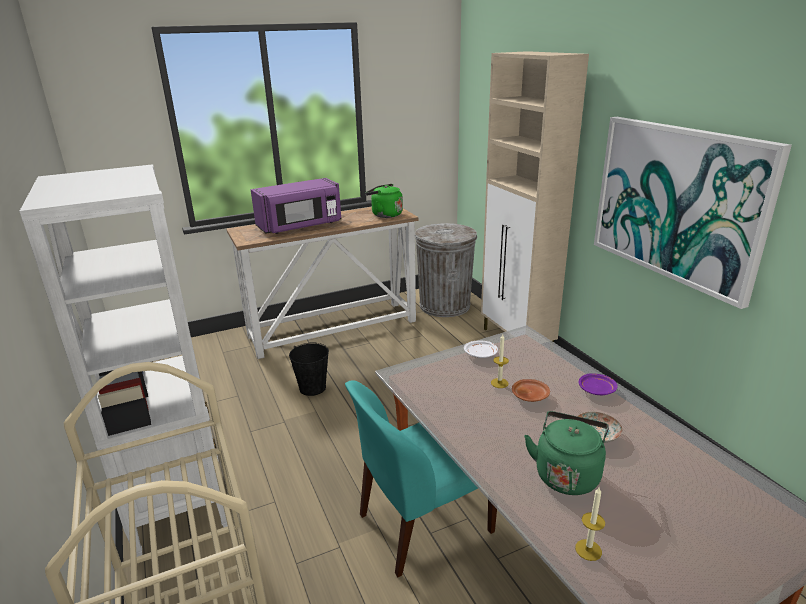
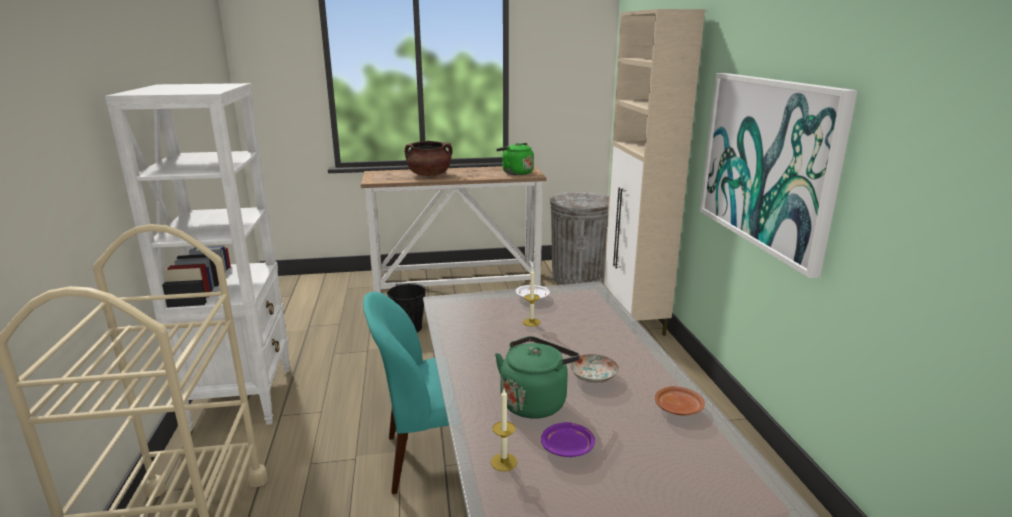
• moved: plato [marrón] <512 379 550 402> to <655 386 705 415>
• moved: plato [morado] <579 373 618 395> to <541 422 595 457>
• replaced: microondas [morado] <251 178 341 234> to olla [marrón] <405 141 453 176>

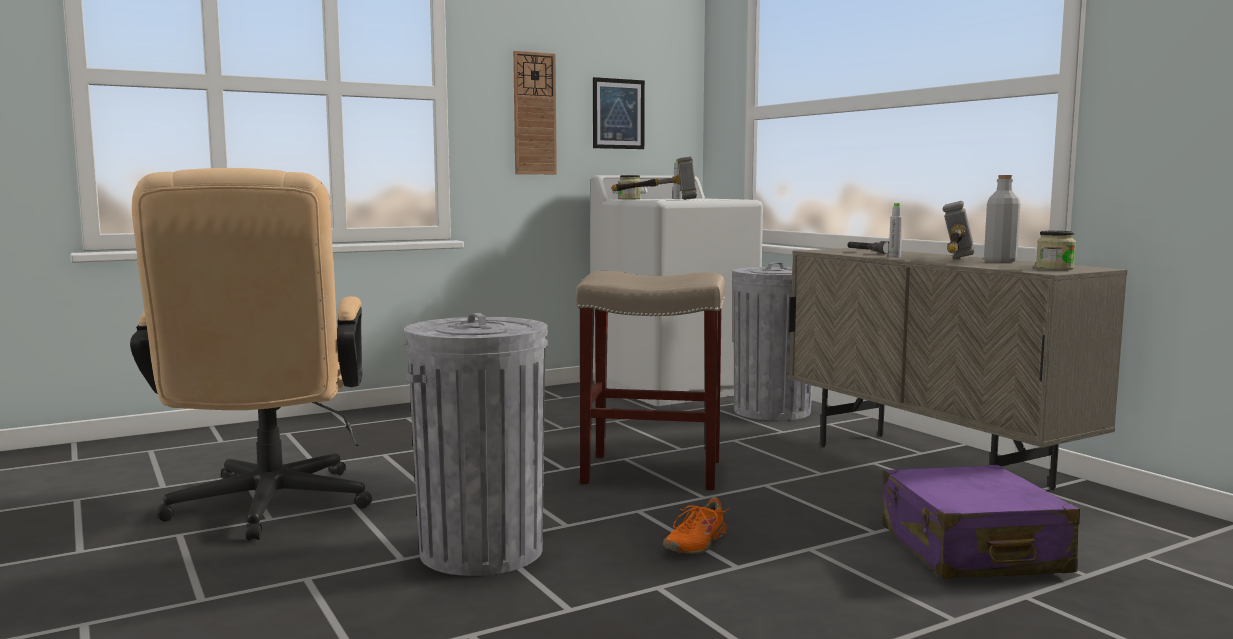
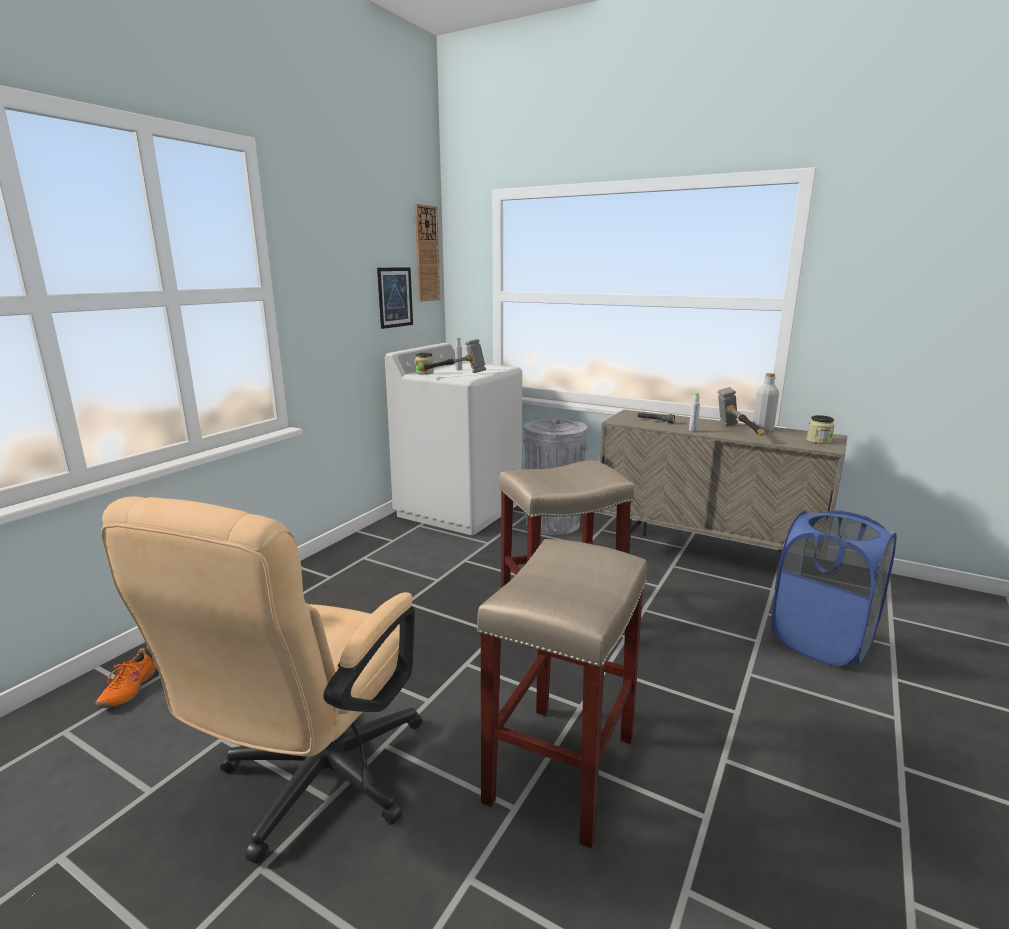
• moved: reloj de pared <513 51 557 174> to <415 204 440 302>
• moved: zapato [naranja] <663 497 731 554> to <96 648 156 708>
• replaced: papelera [gris] <405 313 548 576> to taburete [beis] <477 539 647 848>
• replaced: maleta [morado] <883 465 1080 579> to cesto de la ropa [azul] <771 510 897 666>
• turned: silla de oficina [beis] <130 168 372 541> = <101 496 423 864> 60 degrees clockwise

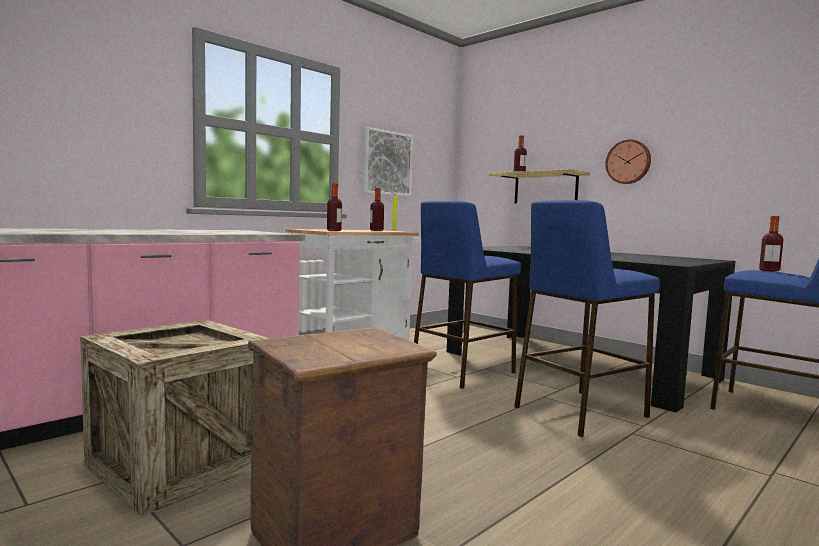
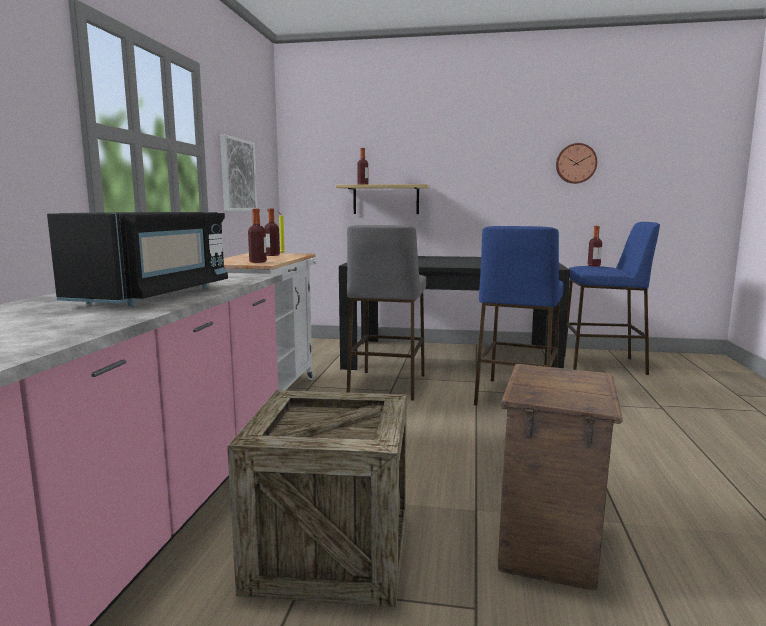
• added: microondas [negro] <47 212 228 306>
• moved: reloj de pared <605 139 651 184> to <556 143 597 184>
• recoloured: taburete [azul] <414 201 521 389> to taburete [gris] <347 225 426 401>

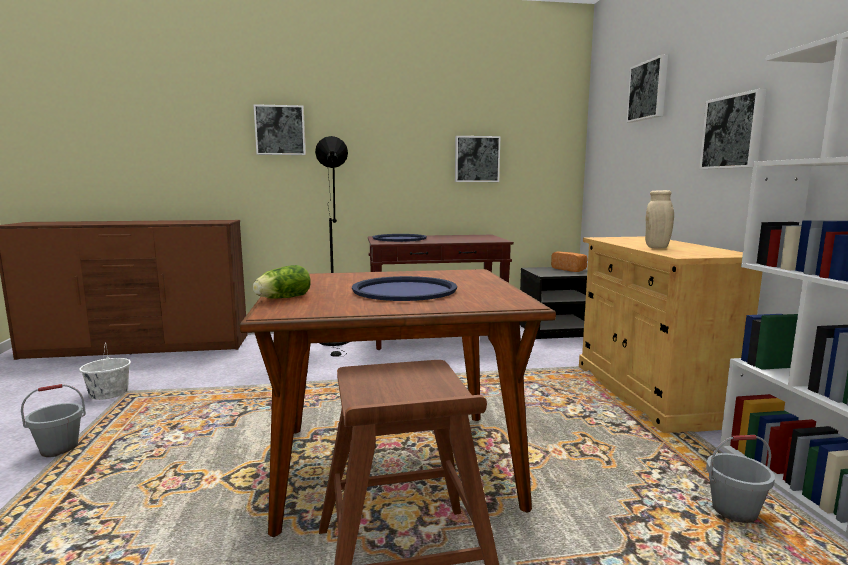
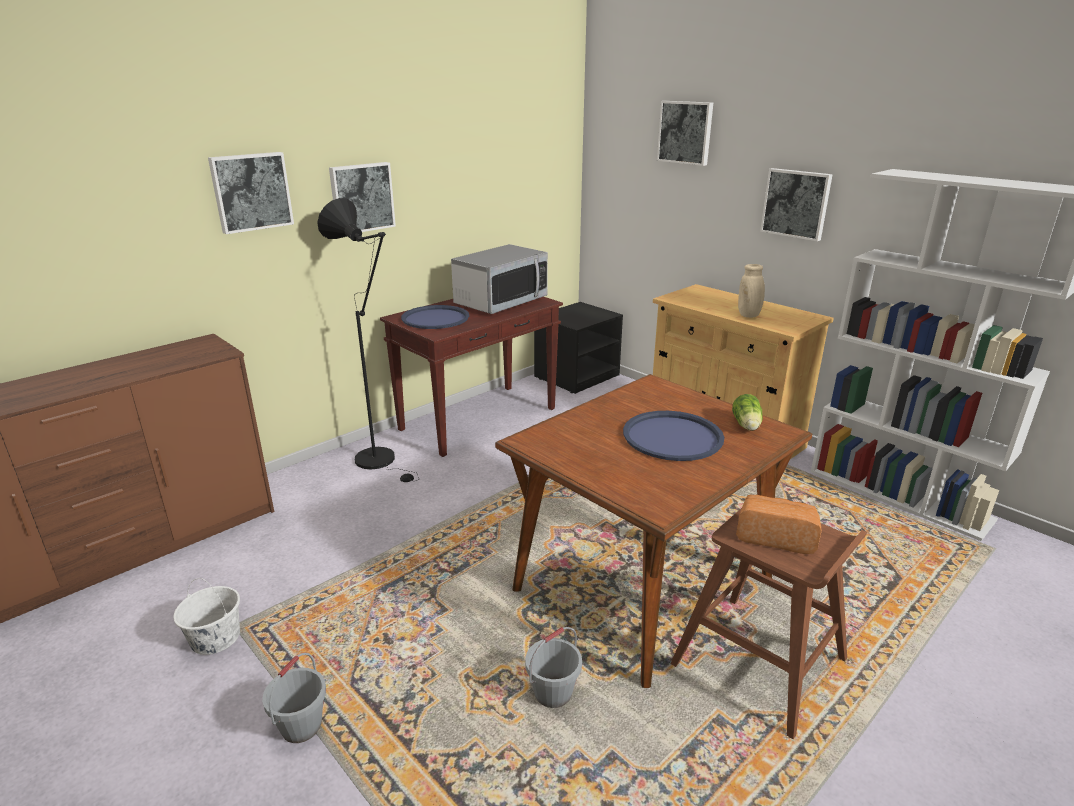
• added: microondas <451 244 548 314>
• moved: lechuga <253 265 311 299> to <732 394 763 431>
• moved: cuadro <455 136 501 182> to <329 162 396 232>
• moved: pan <551 252 587 272> to <736 494 822 554>
• moved: cubo [gris] <706 435 775 523> to <525 627 582 708>

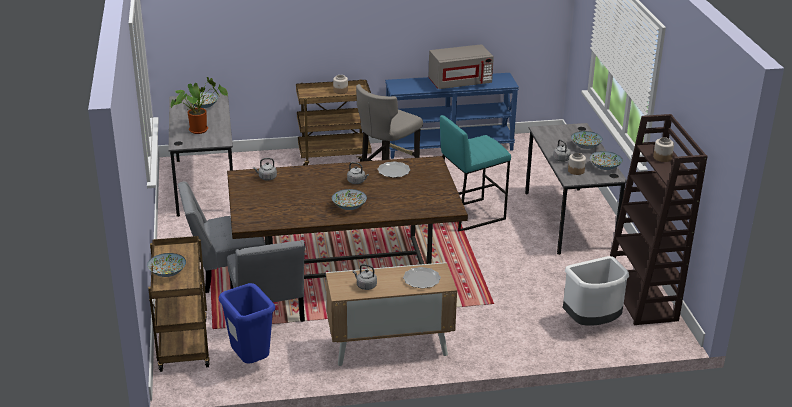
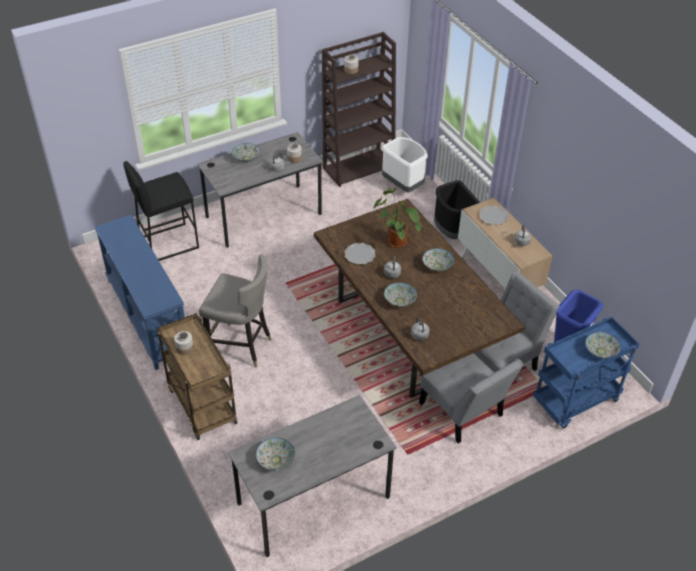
• removed: microondas [gris] <428 44 494 89>
• removed: taburete [turquesa] <440 115 511 231>
• added: taburete [negro] <123 161 199 261>
• added: papelera [negro] <434 180 480 239>
• moved: planta en maceta <171 77 228 134> to <373 188 421 248>
• moved: cuenco <590 151 623 170> to <384 282 417 307>
• recoloured: carrito [marrón] <148 236 210 372> to carrito [azul] <533 317 639 428>

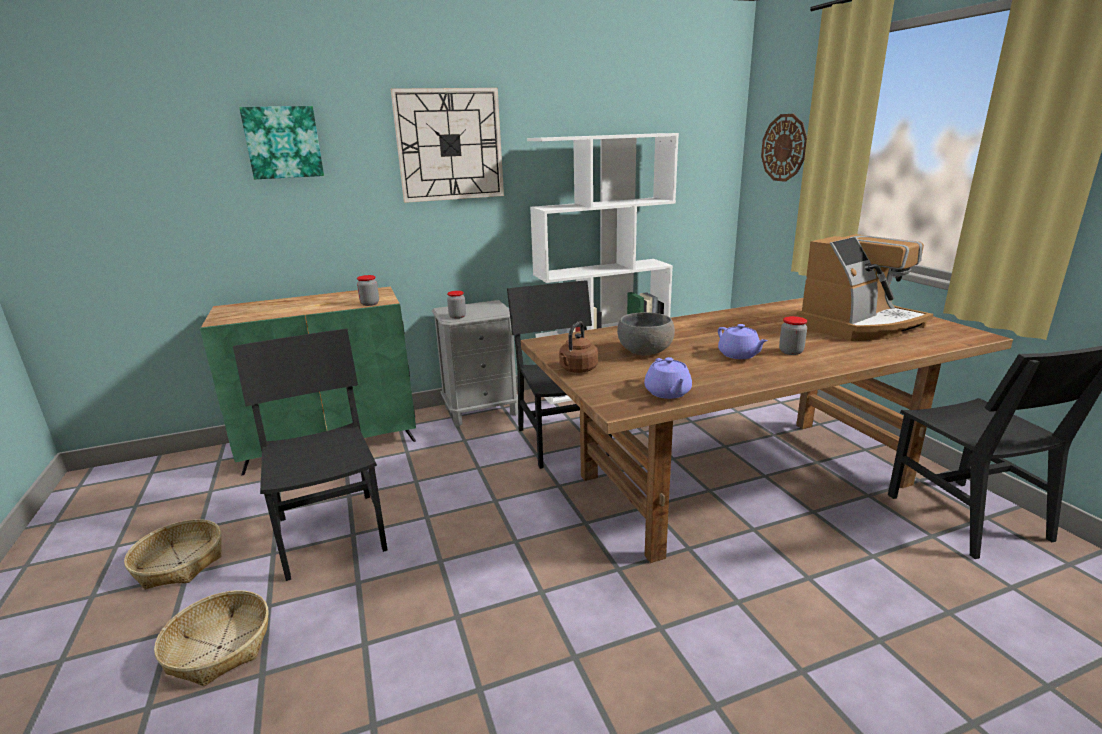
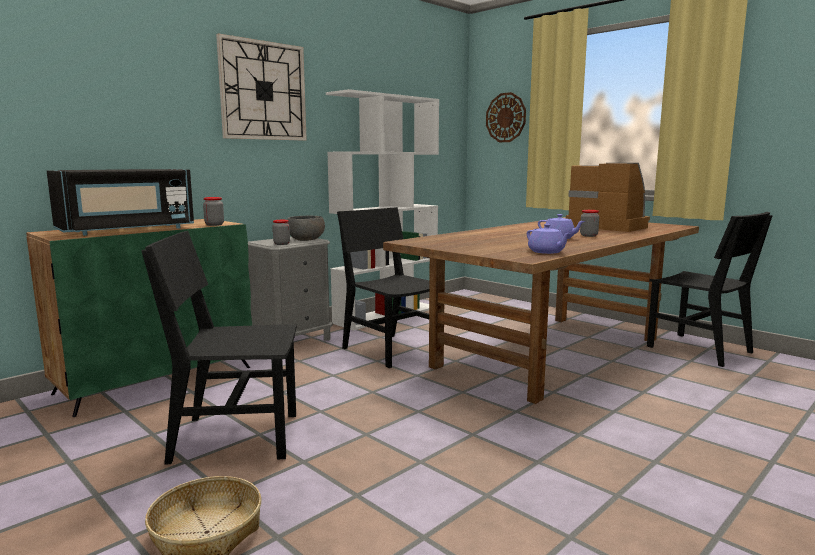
• removed: cesta <124 519 221 589>
• removed: cuadro <239 106 324 179>
• removed: hervidor [marrón] <559 321 598 373>
• added: microondas [negro] <47 169 194 236>
• moved: cuenco [gris] <617 312 675 355> to <287 216 325 241>
• turned: silla [negro] <233 328 388 581> = <141 231 296 465> 45 degrees counterclockwise
• turned: cafetera <796 234 933 341> = <566 163 650 232> 75 degrees counterclockwise

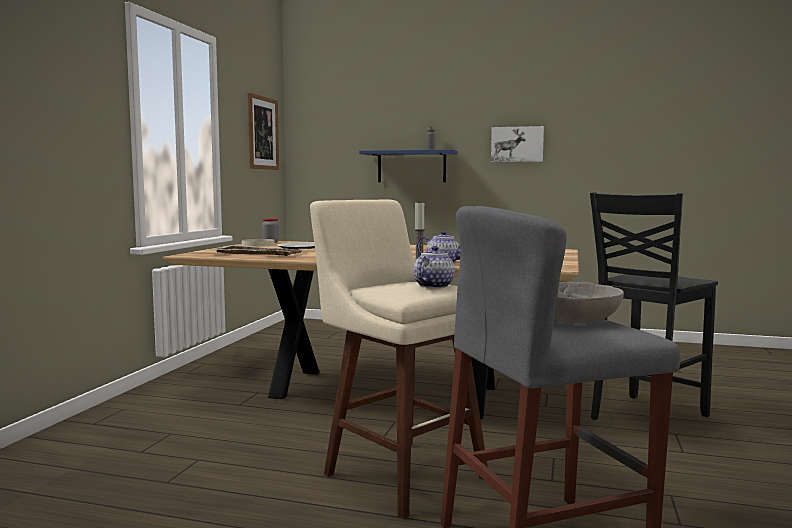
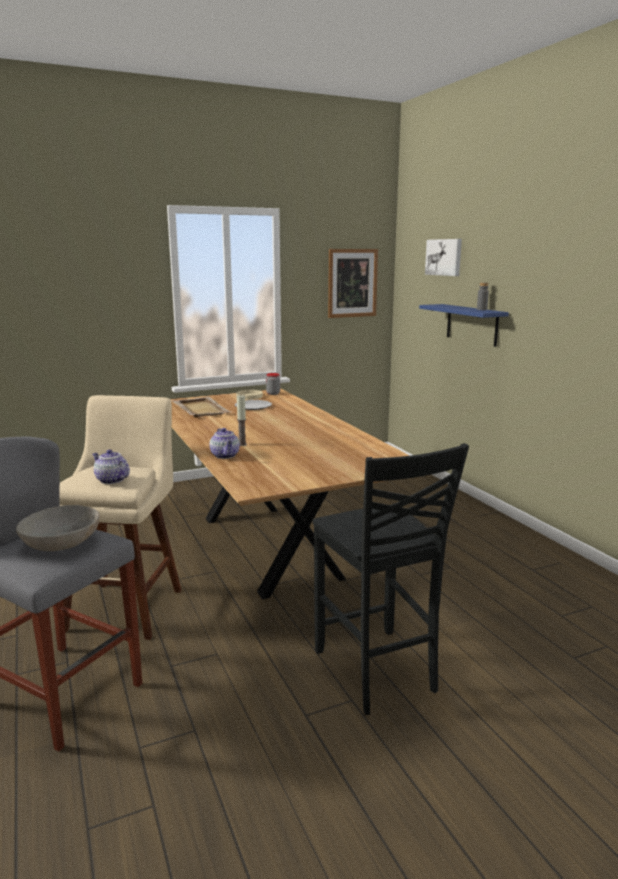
• moved: cuadro <491 126 544 162> to <425 239 462 276>
• turned: tetera <413 246 455 288> = <92 450 130 484> 135 degrees counterclockwise
• turned: silla [negro] <590 192 718 420> = <313 443 469 715> 120 degrees counterclockwise

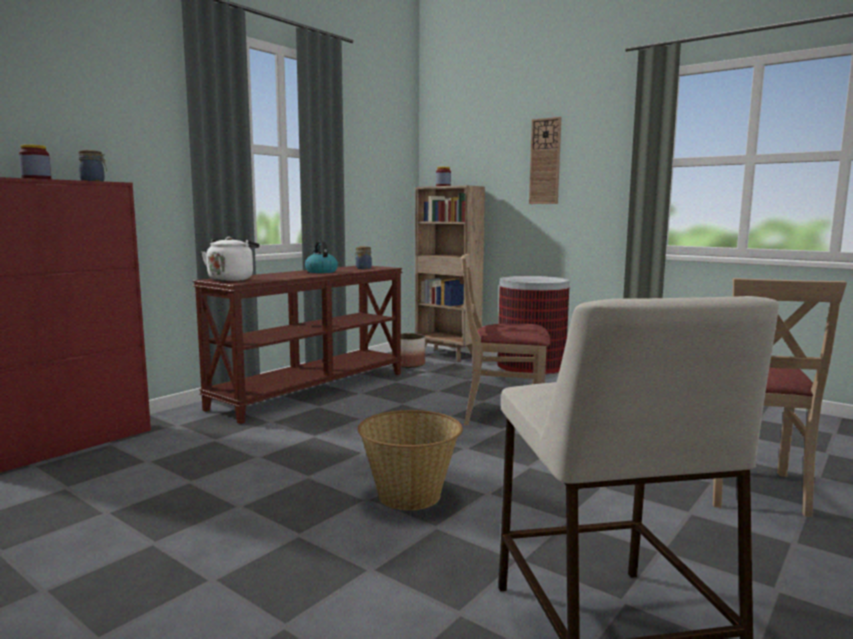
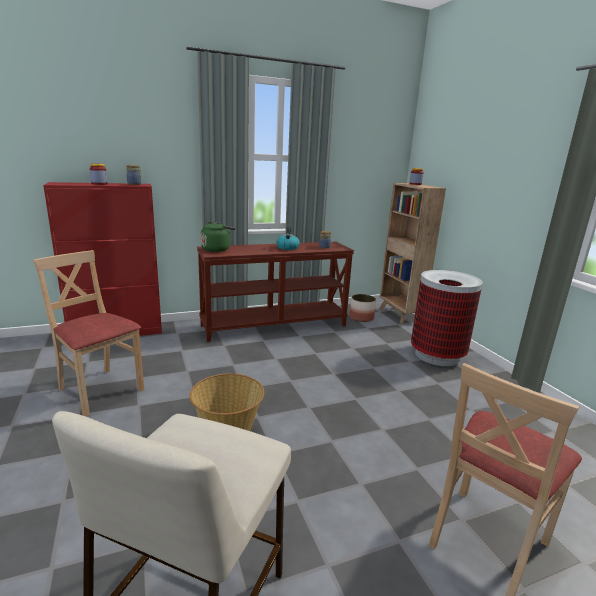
• removed: reloj de pared <529 117 561 204>
• moved: silla [beis] <461 254 550 426> to <33 250 144 416>
• recoloured: hervidor [blanco] <201 237 259 281> to hervidor [verde] <201 222 236 252>

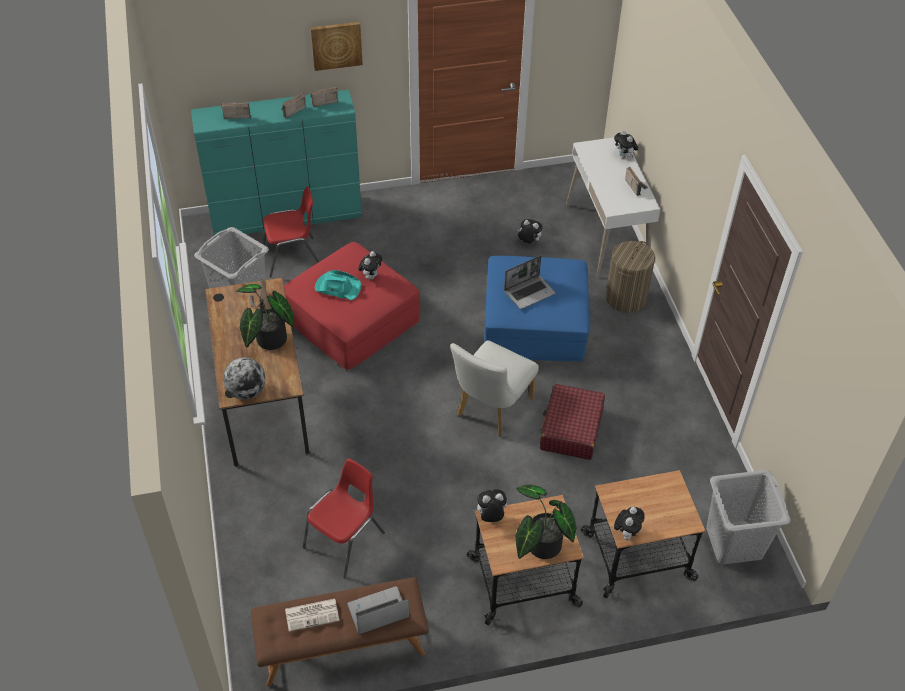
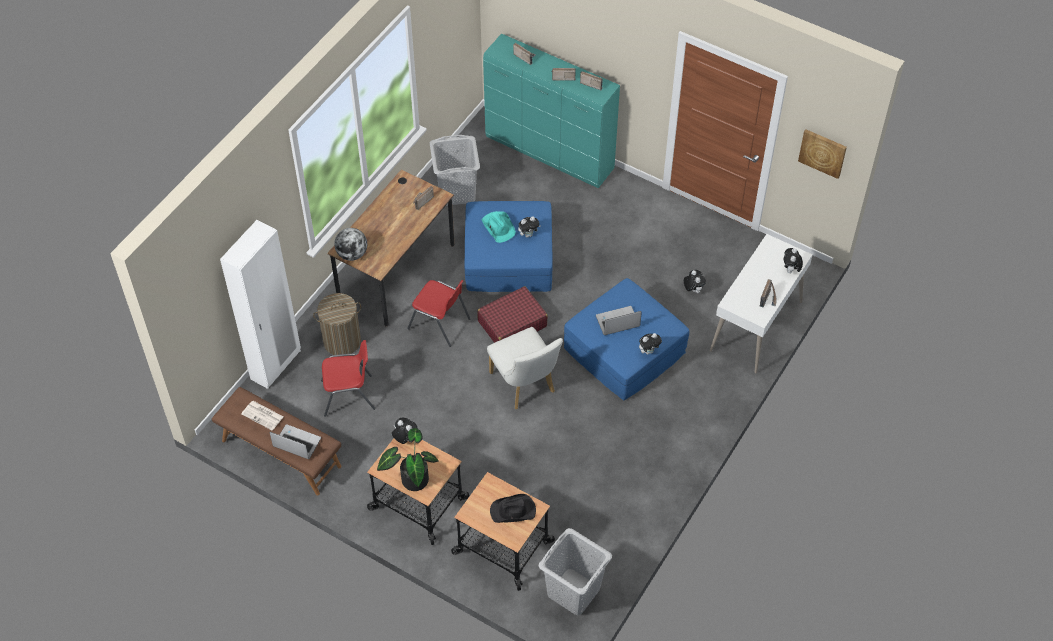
• removed: planta en maceta <237 284 294 350>
• added: armario ropero [blanco] <220 220 301 389>
• added: sombrero [negro] <490 494 536 523>
• moved: silla [rojo] <263 186 319 277> to <407 280 470 347>
• moved: cuadro <310 22 363 71> to <798 129 847 179>
• moved: maleta [rojo] <540 384 605 460> to <477 286 548 343>
• moved: cesto de la ropa <606 241 655 313> to <313 293 361 355>
• moved: peluche <614 507 645 540> to <639 333 662 354>
• recoloured: puf [rojo] <284 242 420 370> to puf [azul] <465 201 553 292>
• turned: silla [blanco] <450 340 539 437> = <487 327 563 409> 105 degrees counterclockwise
• turned: portátil <504 255 556 309> = <596 306 642 335> 150 degrees clockwise

